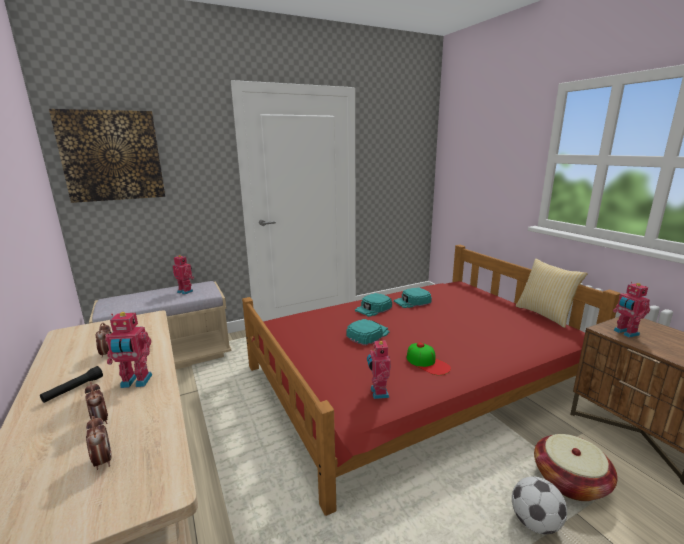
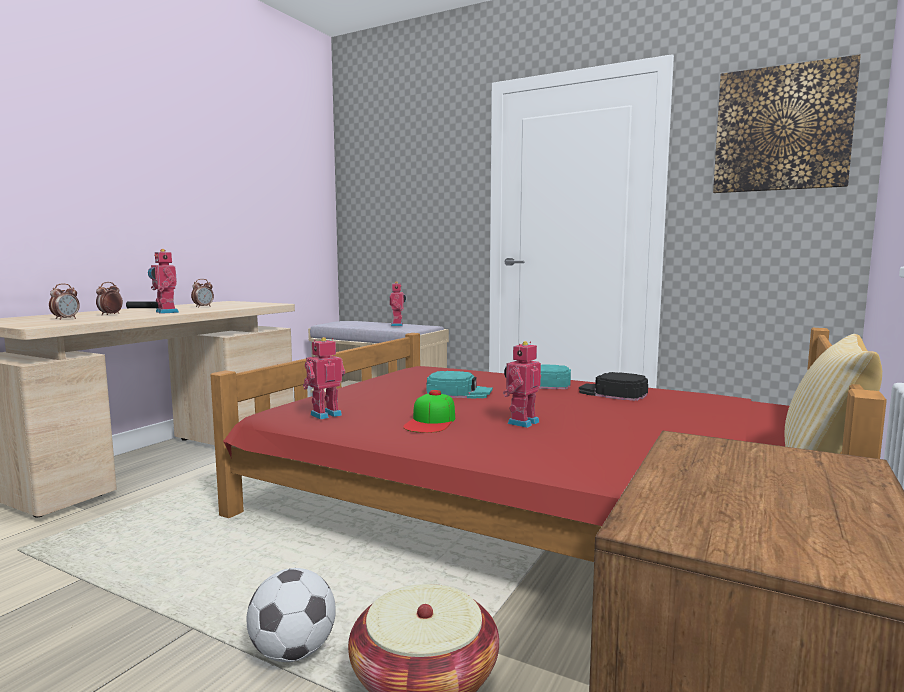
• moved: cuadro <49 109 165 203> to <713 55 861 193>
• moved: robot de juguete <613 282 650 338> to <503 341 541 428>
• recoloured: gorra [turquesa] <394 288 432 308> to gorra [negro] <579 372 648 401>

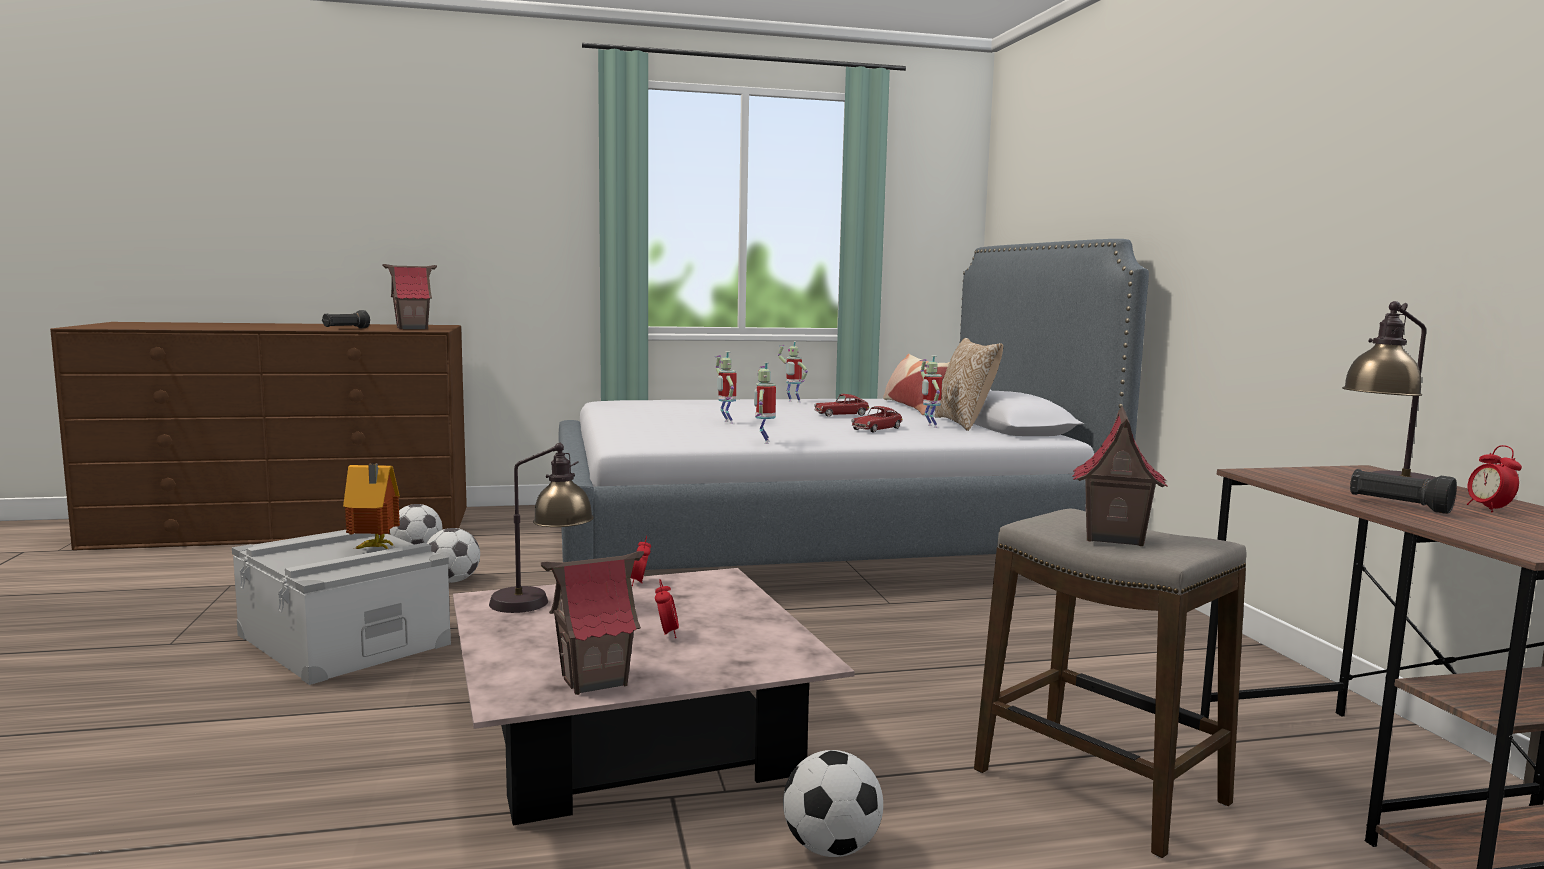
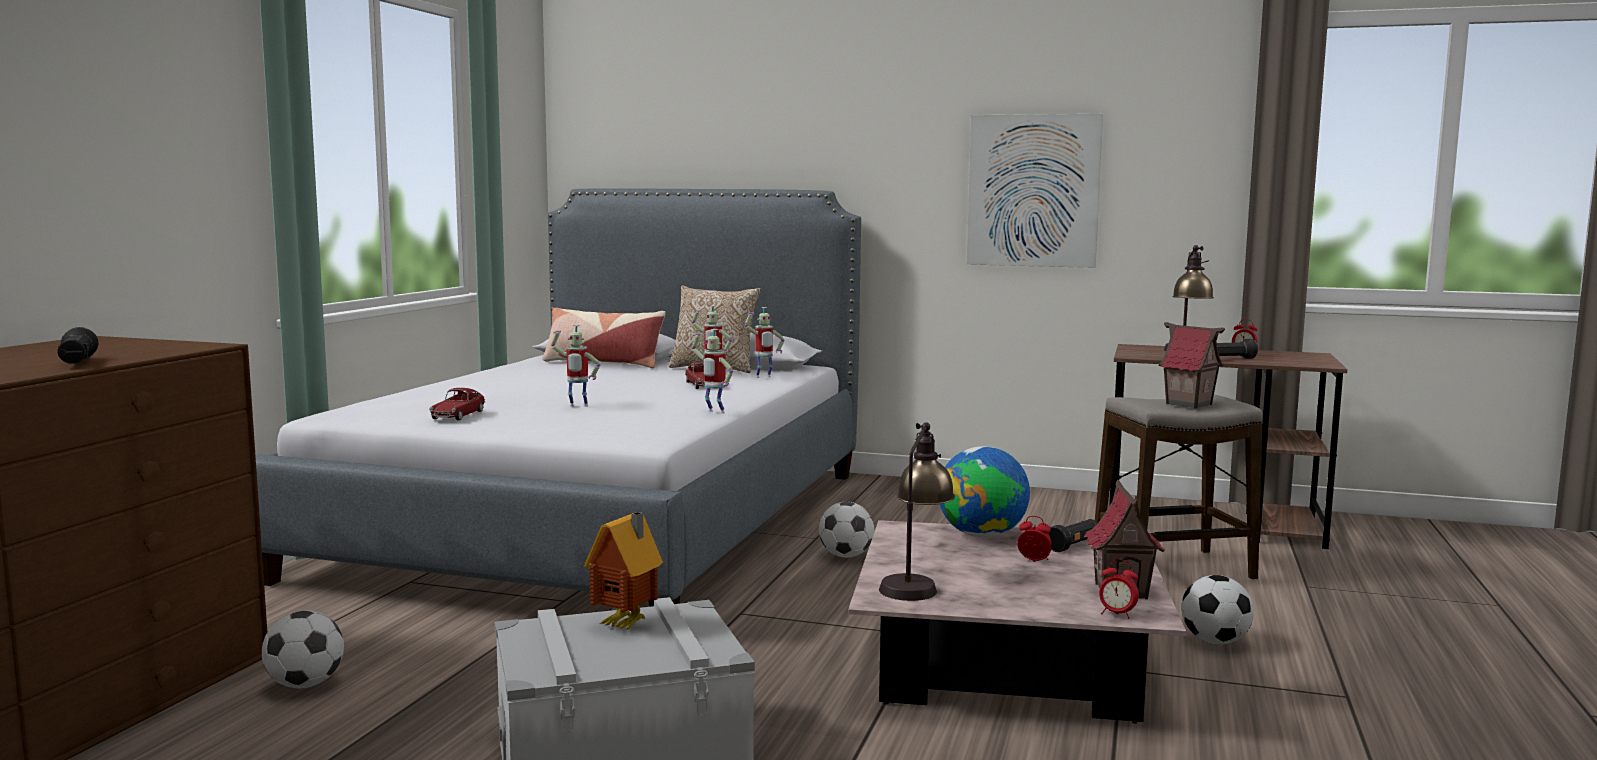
• removed: casita <382 264 437 329>
• added: globo terráqueo <940 446 1030 538>
• added: cuadro <966 114 1103 268>
• added: linterna [negro] <1049 519 1097 552>
• moved: balón de fútbol <427 528 480 583> to <819 502 874 558>
• moved: despertador <631 536 651 586> to <1099 559 1139 619>
• moved: robot de juguete <778 341 808 403> to <745 307 784 378>
• moved: coche de juguete <814 394 870 417> to <429 388 485 420>

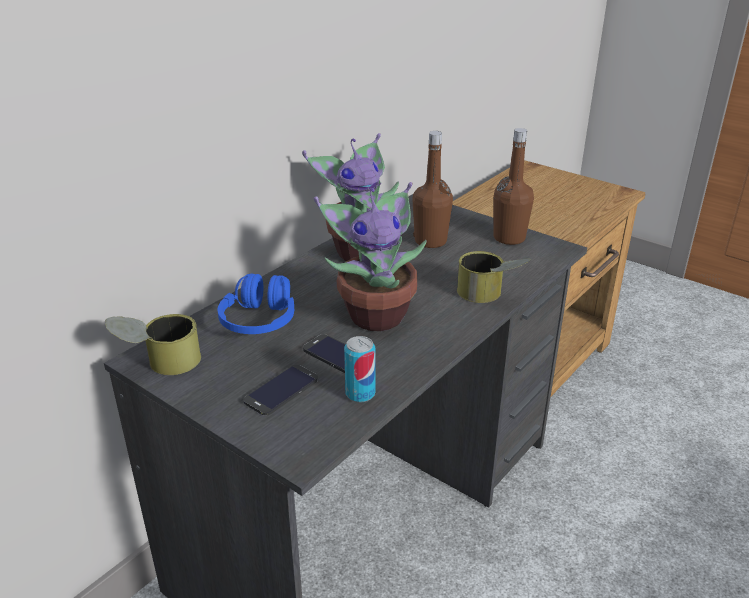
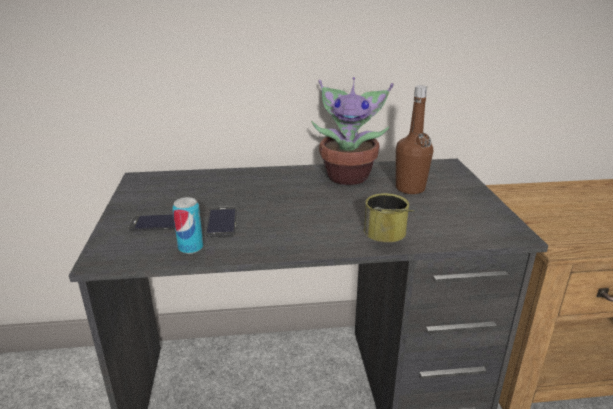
• removed: lata <105 314 201 375>
• removed: auriculares [azul] <218 273 295 334>
• removed: planta en maceta <314 182 427 331>
• removed: botella [marrón] <494 128 534 245>

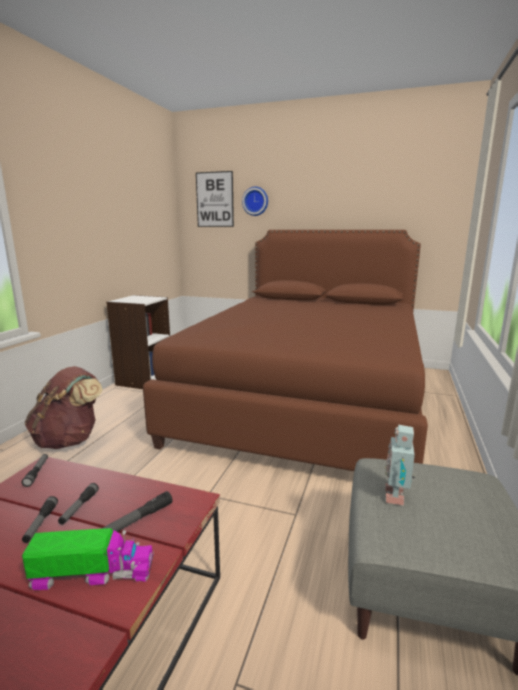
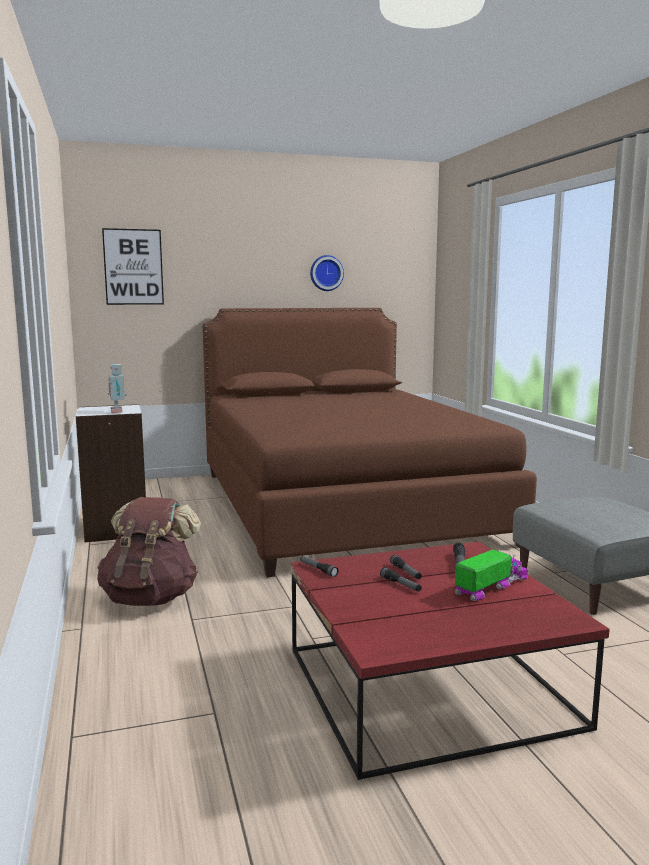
• moved: reloj de pared <242 187 268 216> to <310 255 344 291>
• moved: robot de juguete <385 425 416 506> to <108 364 127 413>

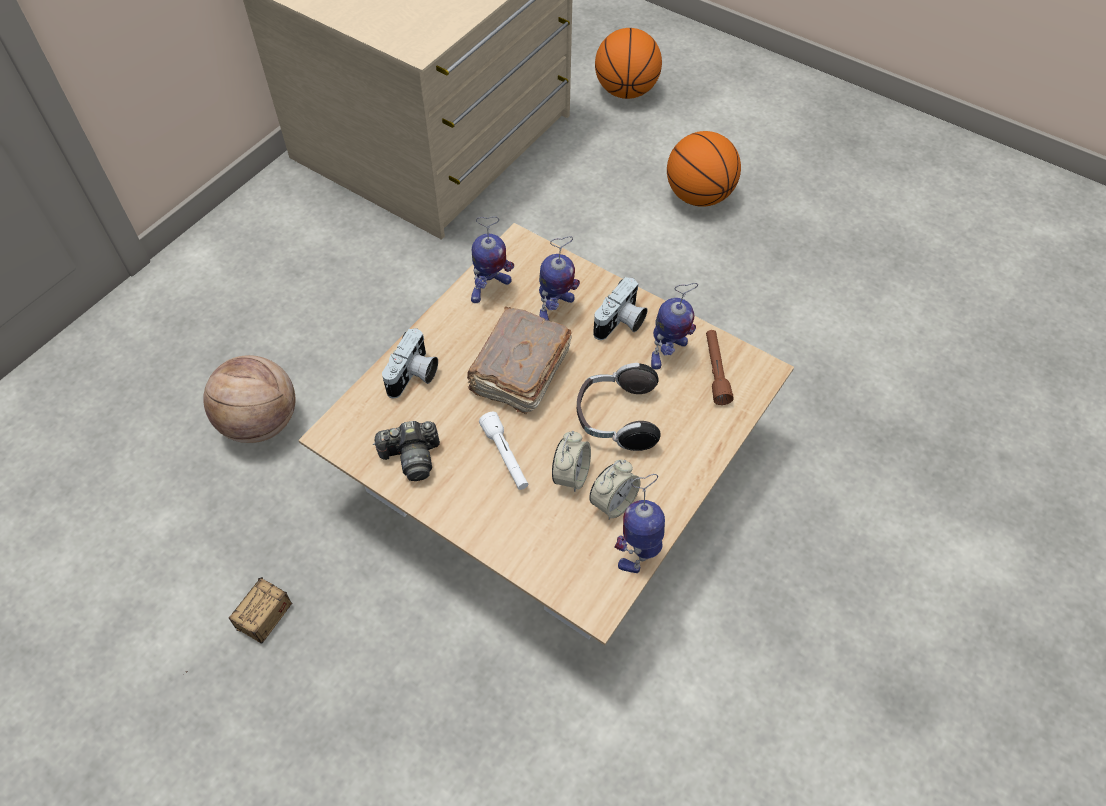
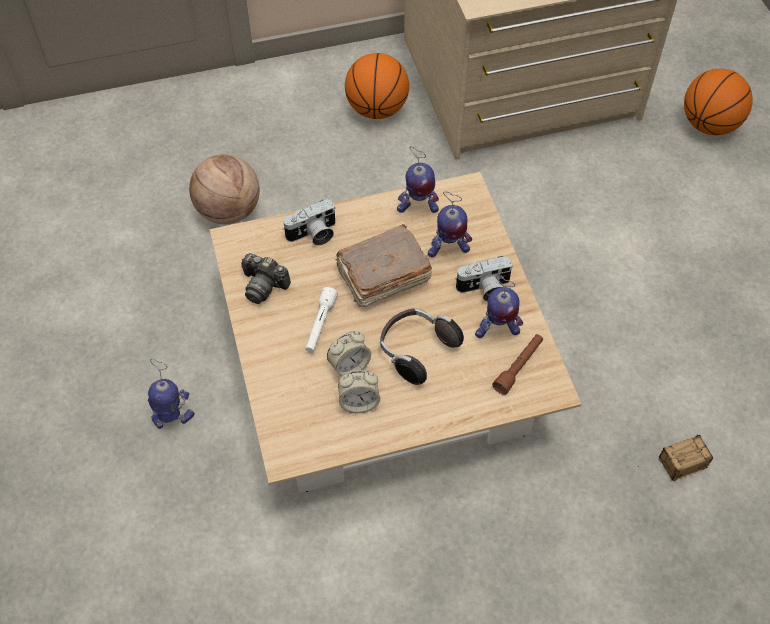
• moved: caja de almacenaje <185 577 292 673> to <638 435 713 481>
• moved: robot de juguete <614 474 665 573> to <148 358 195 429>
• moved: balón de baloncesto <667 131 741 207> to <345 53 409 119>

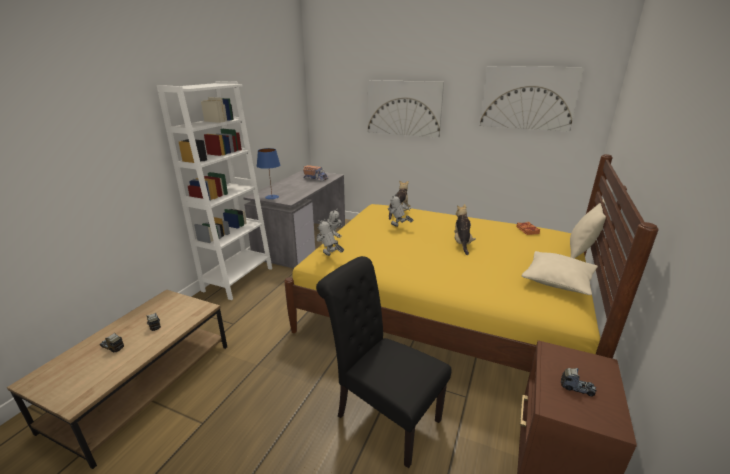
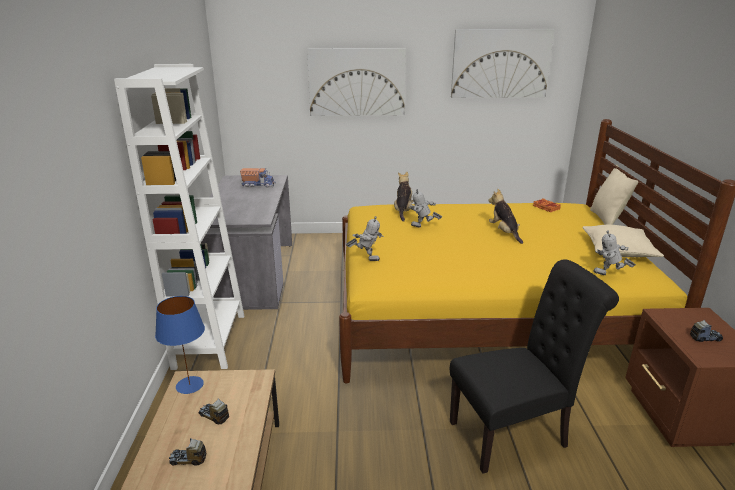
• moved: lámpara de mesa [azul] <257 148 280 199> to <155 296 205 394>
• moved: robot de juguete <316 219 344 256> to <593 230 636 275>
• turned: silla [negro] <316 256 452 468> = <450 260 619 474> 150 degrees clockwise

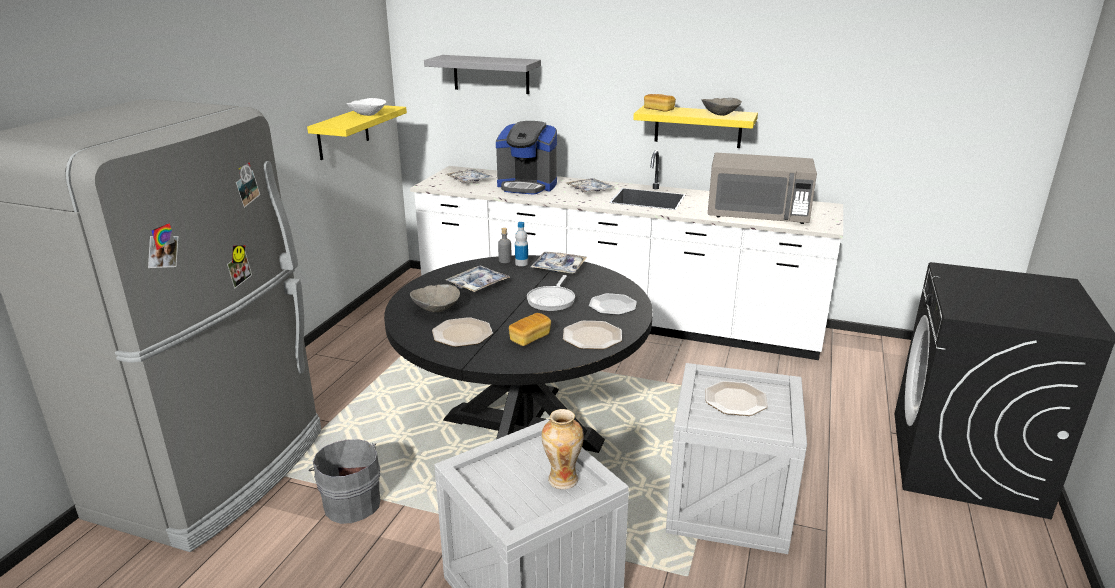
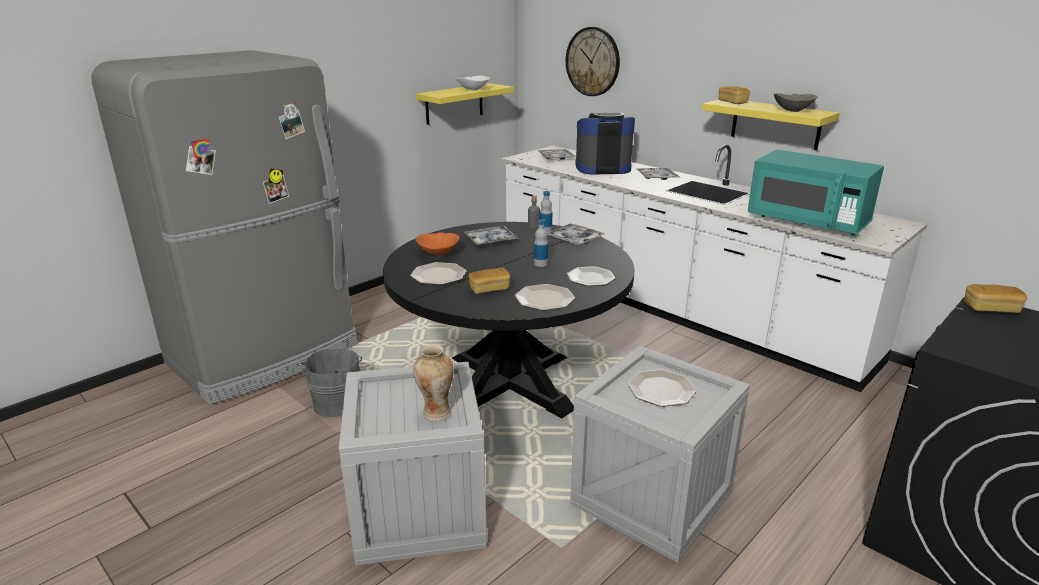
• added: pan <964 284 1027 313>
• replaced: estante [gris] <424 55 541 94> to reloj de pared <566 27 620 96>
• replaced: sartén <527 275 575 311> to botella <534 219 548 267>
• recoloured: cuenco [gris] <410 284 460 312> to cuenco [naranja] <415 232 459 256>
• recoloured: microondas [gris] <708 153 817 224> to microondas [turquesa] <748 150 884 236>
• turned: cafetera <496 121 557 194> = <576 113 635 174> 135 degrees clockwise

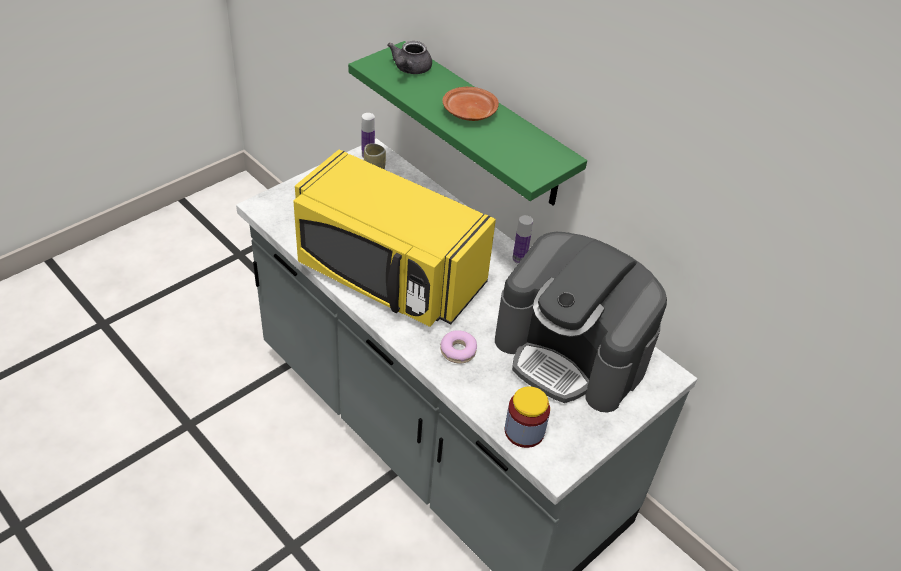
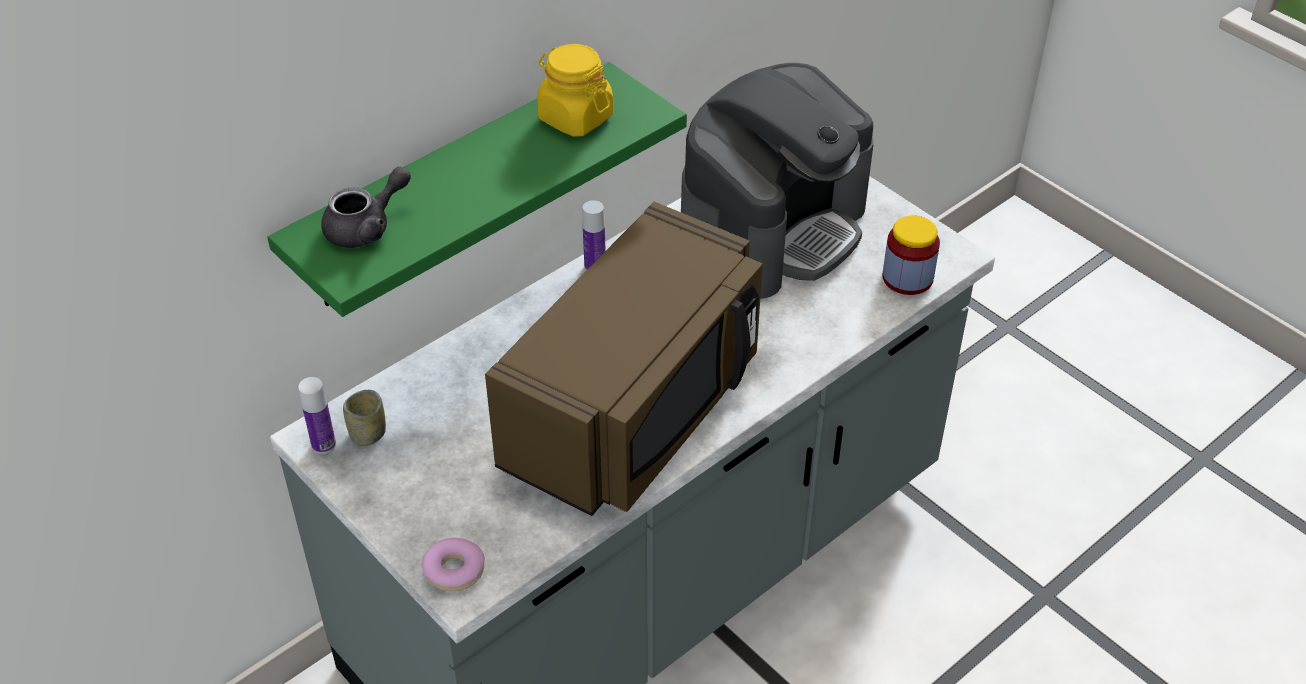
• removed: plato [marrón] <442 87 499 121>
• added: tarro [amarillo] <537 44 613 137>
• moved: rosquilla <440 330 477 363> to <421 538 485 592>
• recoloured: microondas [amarillo] <293 149 496 327> to microondas [marrón] <485 202 763 516>
• turned: tetera [gris] <387 41 432 74> = <321 167 411 248> 60 degrees counterclockwise

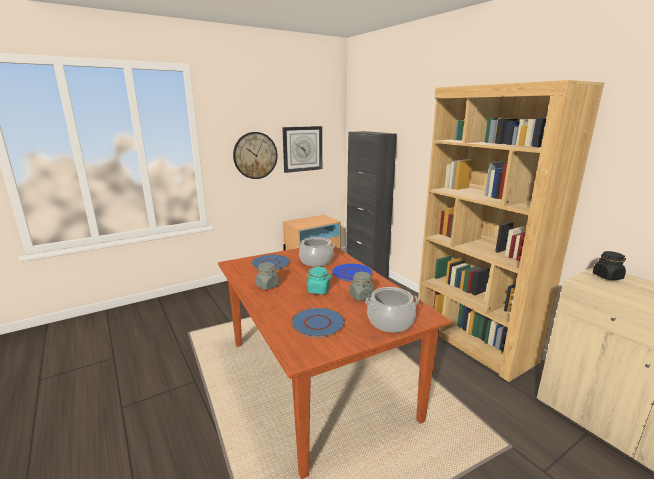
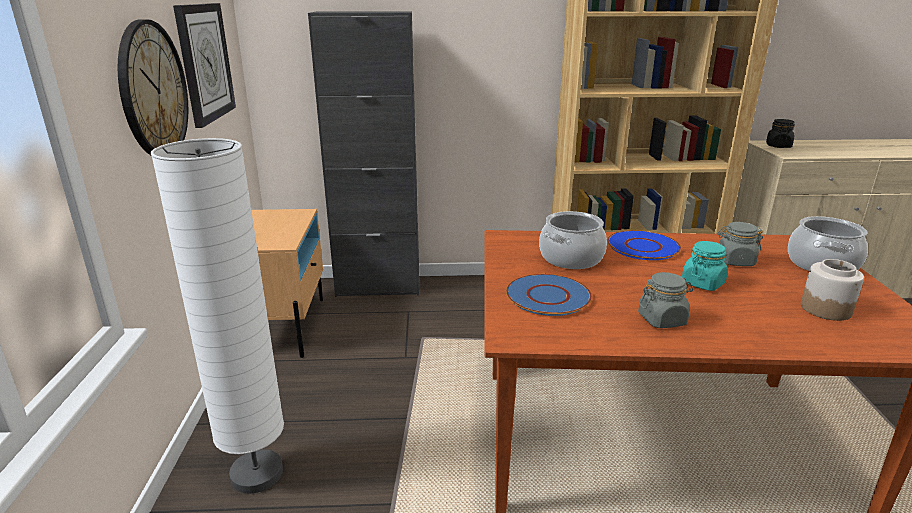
• added: lámpara de pie [blanco] <151 138 284 494>
• replaced: plato [azul] <291 307 345 338> to tarro <801 259 864 321>

